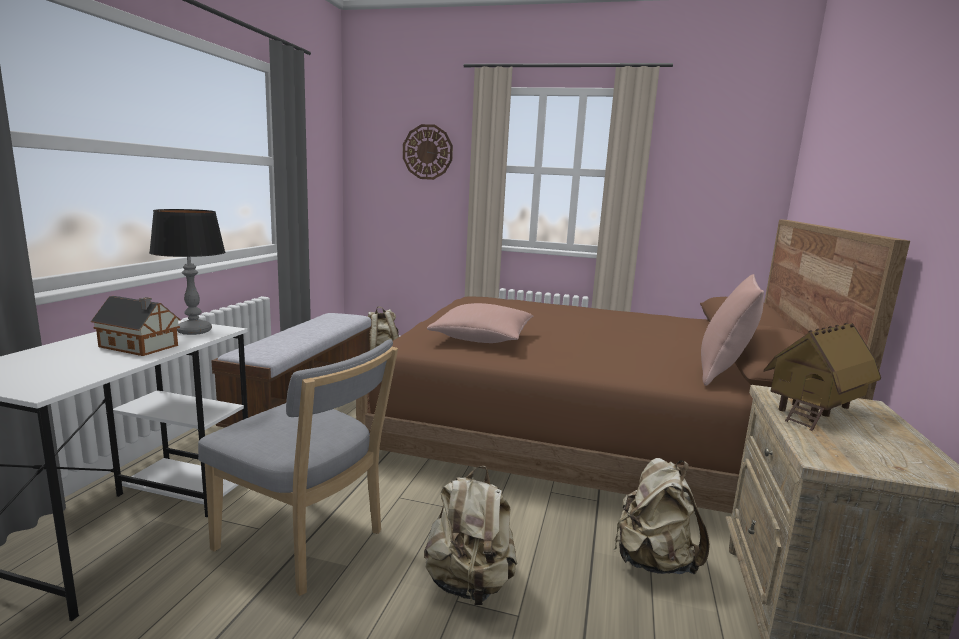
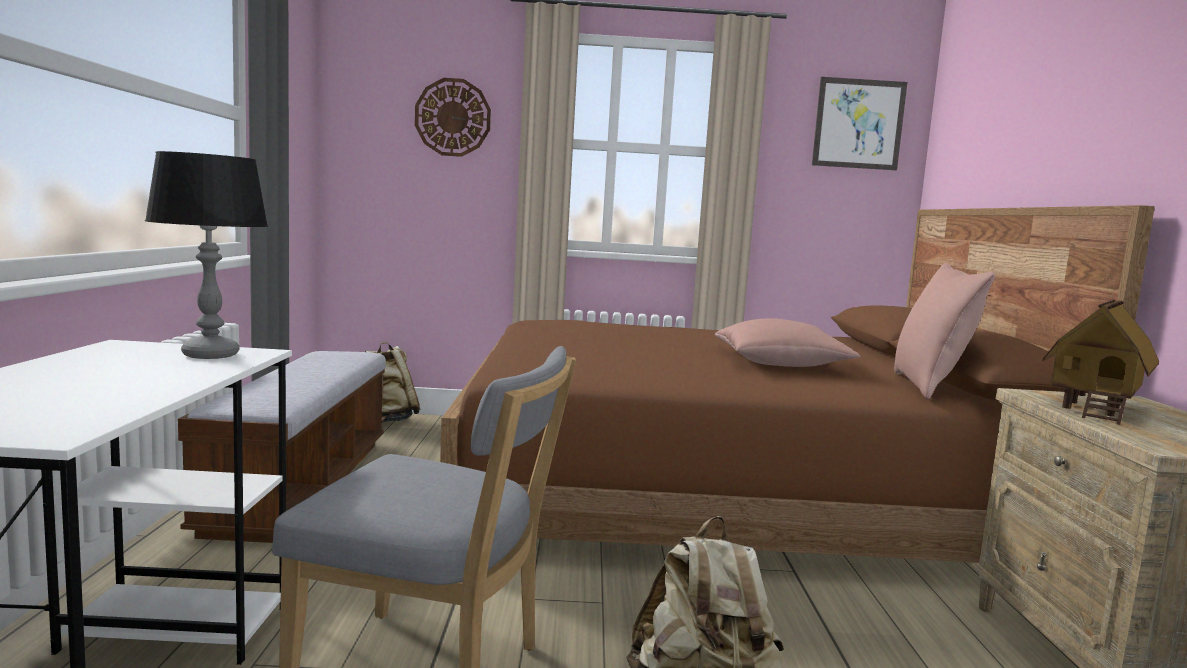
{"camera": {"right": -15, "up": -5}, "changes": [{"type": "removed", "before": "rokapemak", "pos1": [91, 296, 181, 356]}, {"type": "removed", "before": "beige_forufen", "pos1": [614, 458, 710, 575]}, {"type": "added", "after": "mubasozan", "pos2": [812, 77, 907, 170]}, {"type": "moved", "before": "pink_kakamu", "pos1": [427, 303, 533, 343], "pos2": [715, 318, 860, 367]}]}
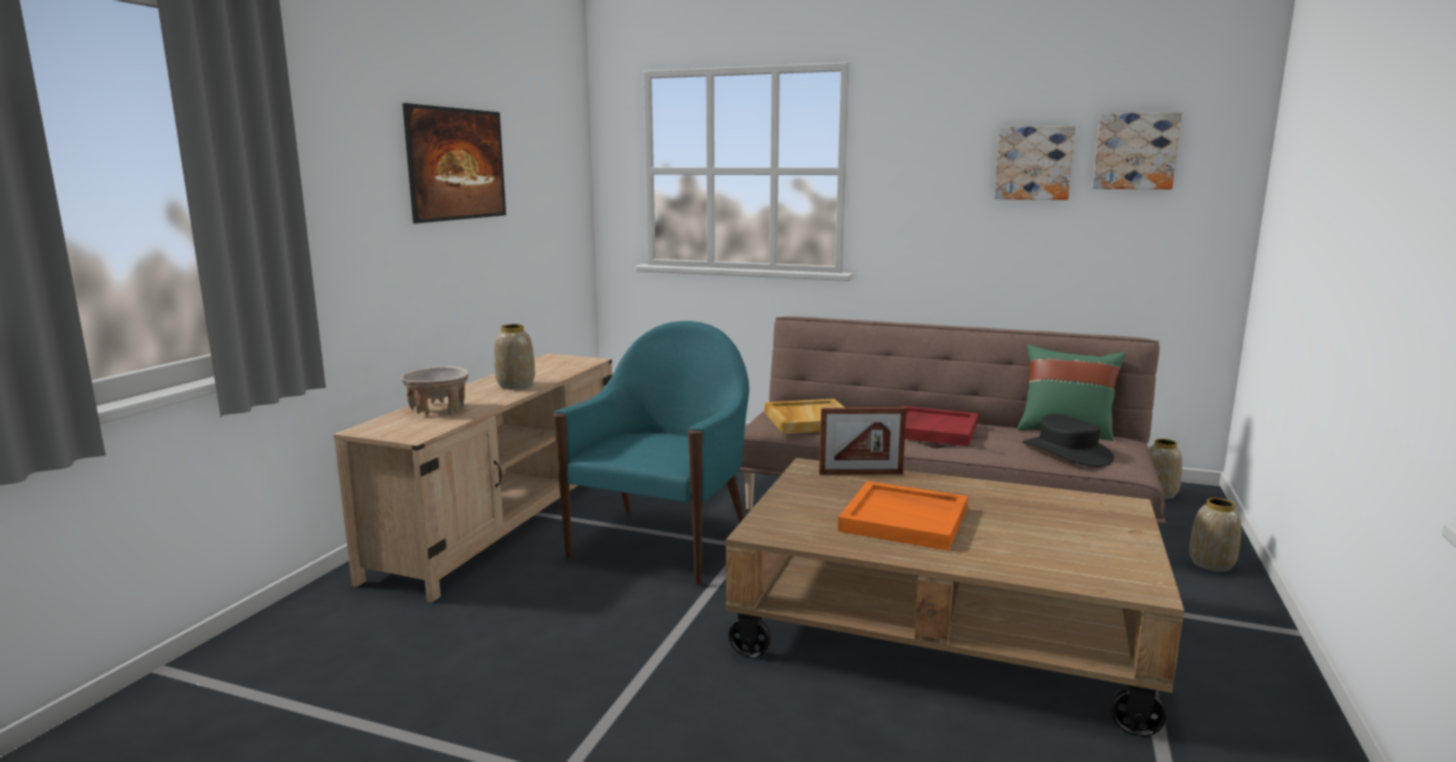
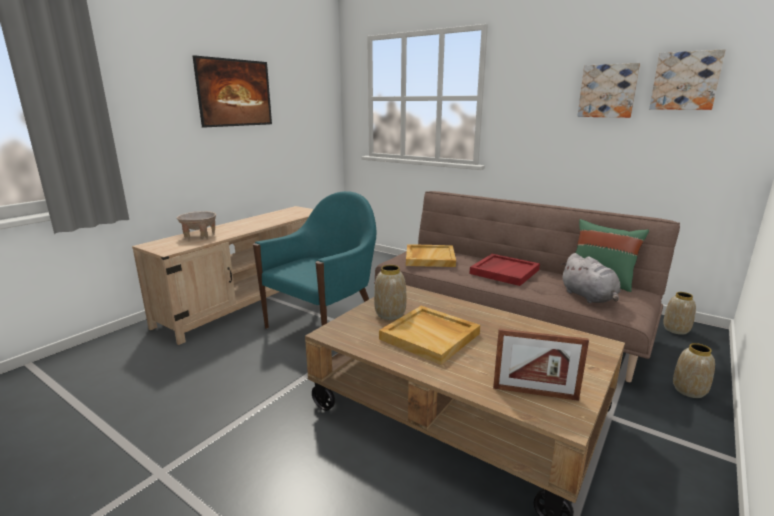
{"camera": {"right": 15, "up": 5}, "changes": [{"type": "moved", "before": "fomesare", "pos1": [494, 324, 535, 389], "pos2": [374, 265, 407, 320]}, {"type": "moved", "before": "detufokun", "pos1": [819, 407, 906, 475], "pos2": [493, 329, 589, 401]}, {"type": "replaced", "before": "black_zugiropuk", "after": "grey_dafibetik", "pos1": [1023, 414, 1114, 467], "pos2": [561, 253, 621, 303]}, {"type": "recoloured", "before": "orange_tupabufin", "after": "beige_tupabufin", "pos1": [838, 481, 968, 551], "pos2": [379, 306, 480, 365]}]}
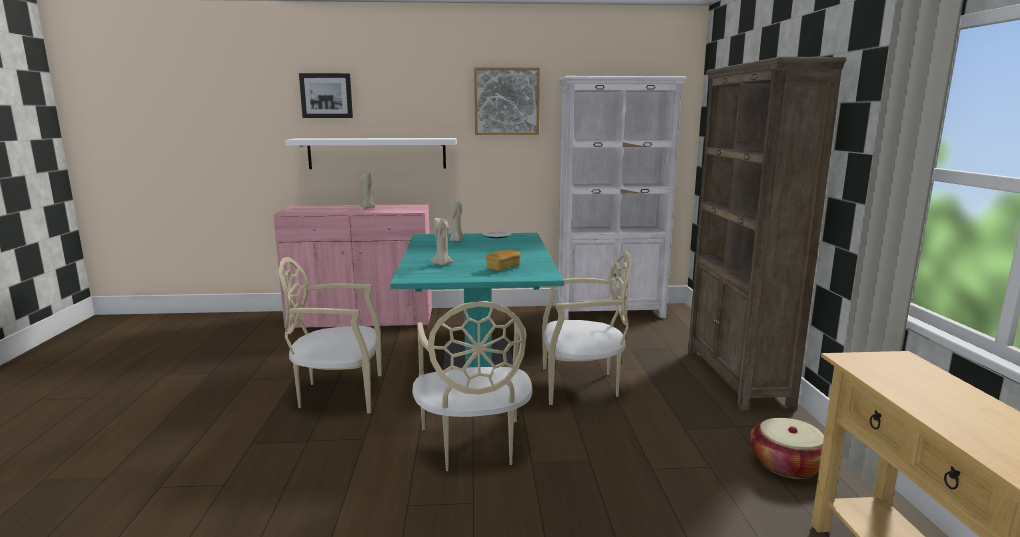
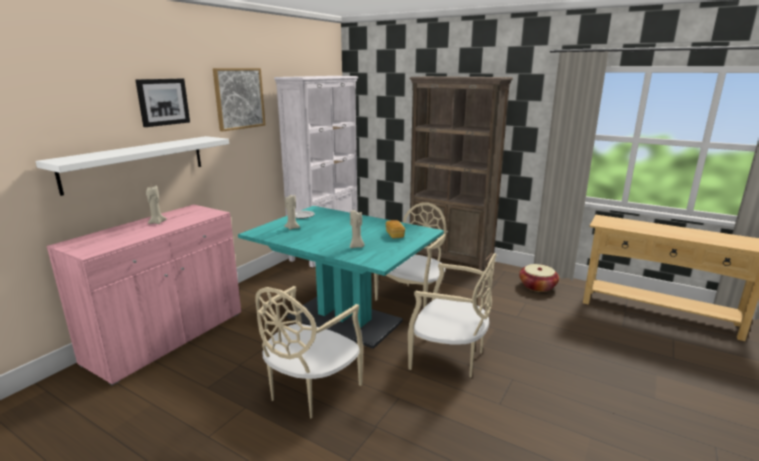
{"camera": {"right": -55, "up": 5}, "changes": [{"type": "moved", "before": "mubasozan", "pos1": [299, 73, 353, 118], "pos2": [135, 79, 190, 127]}]}
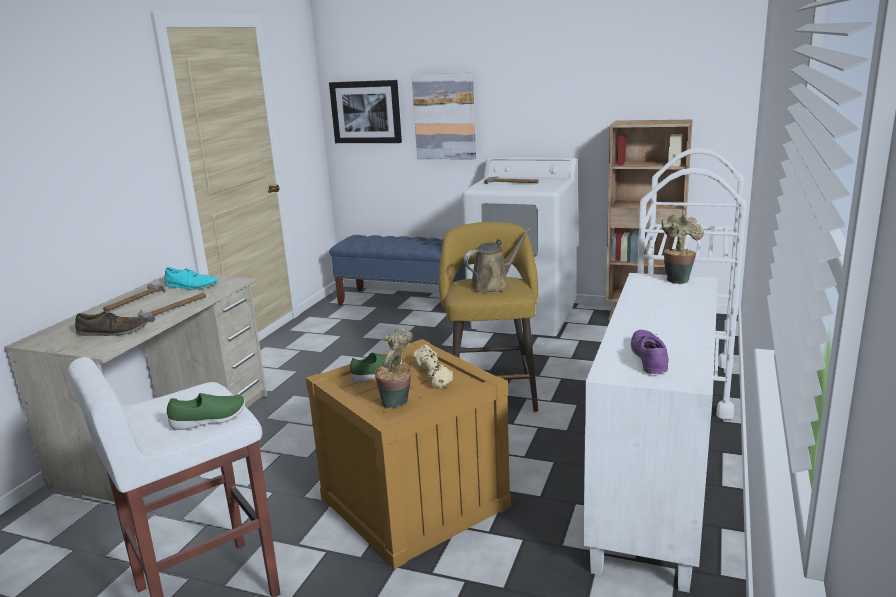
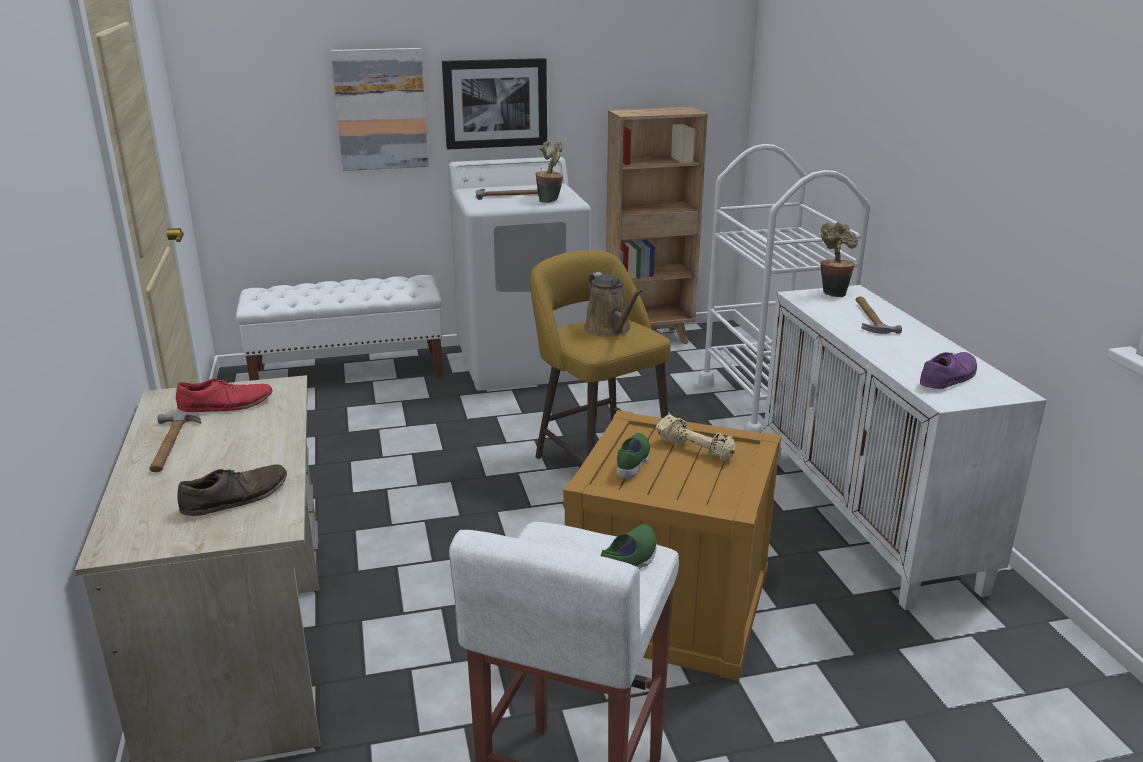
{"camera": {"right": -35, "up": 5}, "changes": [{"type": "moved", "before": "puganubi", "pos1": [138, 293, 206, 322], "pos2": [856, 297, 902, 334]}, {"type": "moved", "before": "mubasozan", "pos1": [329, 80, 402, 143], "pos2": [442, 58, 547, 150]}, {"type": "moved", "before": "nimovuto", "pos1": [375, 328, 413, 408], "pos2": [536, 141, 563, 203]}, {"type": "recoloured", "before": "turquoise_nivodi", "after": "red_nivodi", "pos1": [165, 267, 218, 290], "pos2": [176, 378, 273, 412]}, {"type": "recoloured", "before": "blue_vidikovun", "after": "white_vidikovun", "pos1": [329, 235, 466, 305], "pos2": [236, 275, 443, 381]}, {"type": "turned", "before": "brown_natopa", "pos1": [464, 228, 531, 292], "pos2": [584, 272, 643, 337], "turn": 135}, {"type": "turned", "before": "purple_nivodi", "pos1": [631, 330, 669, 374], "pos2": [920, 352, 977, 389], "turn": 75}]}
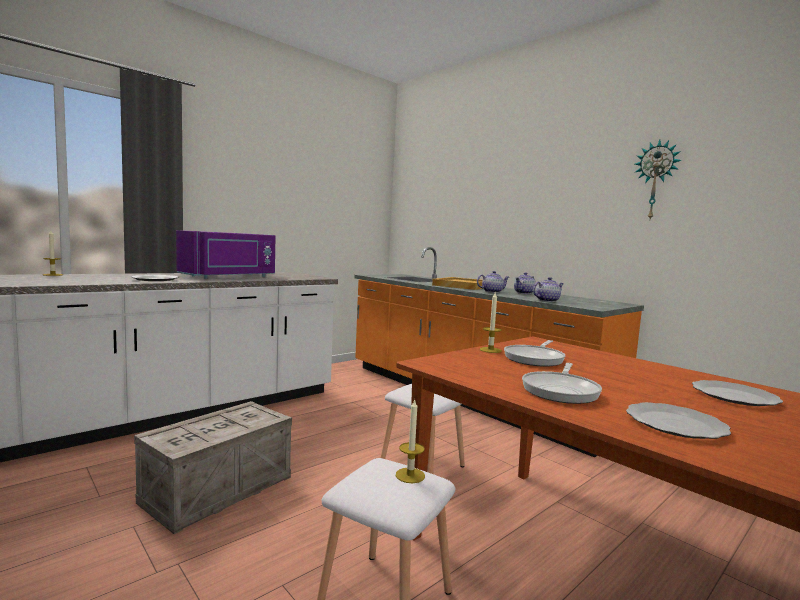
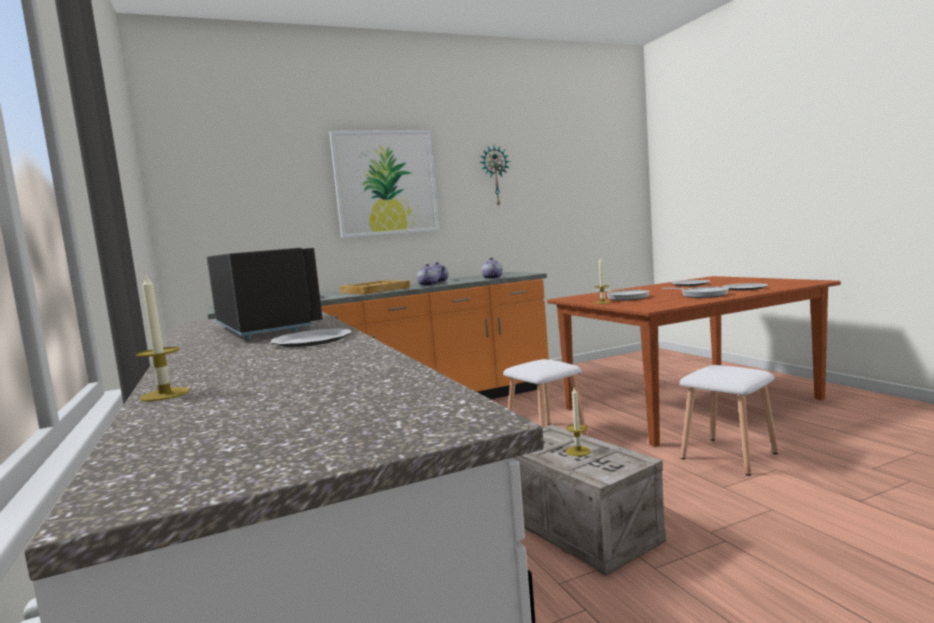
{"camera": {"right": -70, "up": 0}, "changes": [{"type": "added", "after": "mubasozan", "pos2": [329, 130, 440, 238]}, {"type": "moved", "before": "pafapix", "pos1": [396, 398, 425, 483], "pos2": [566, 387, 591, 456]}, {"type": "recoloured", "before": "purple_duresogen", "after": "black_duresogen", "pos1": [176, 230, 275, 279], "pos2": [207, 248, 323, 339]}]}
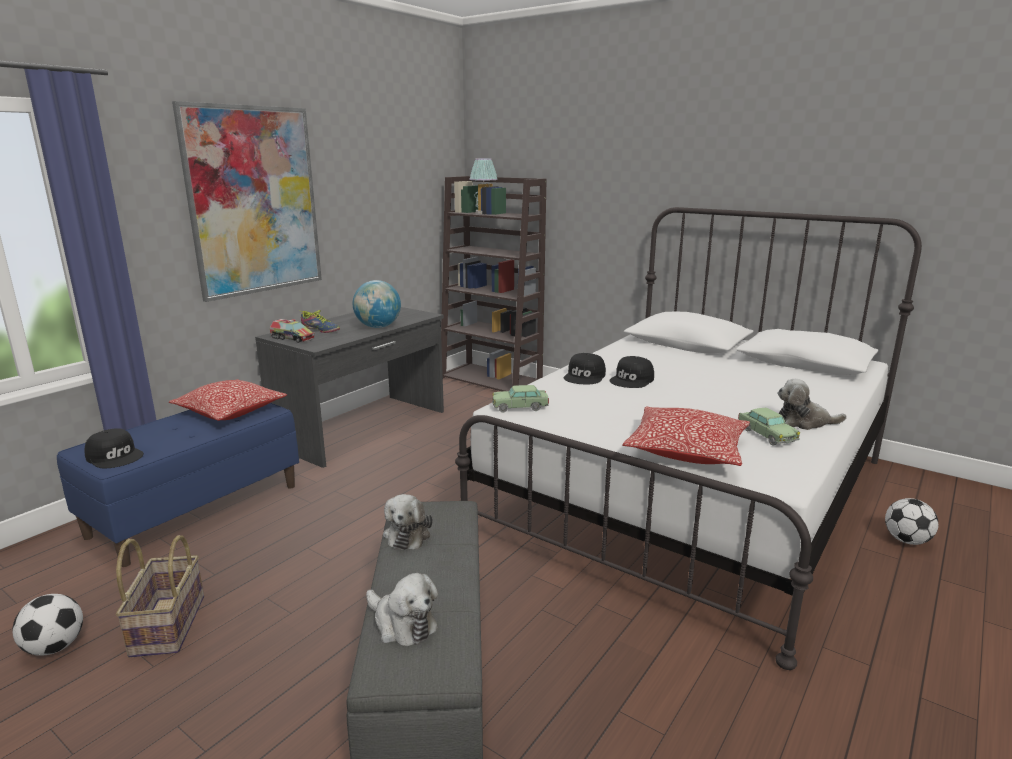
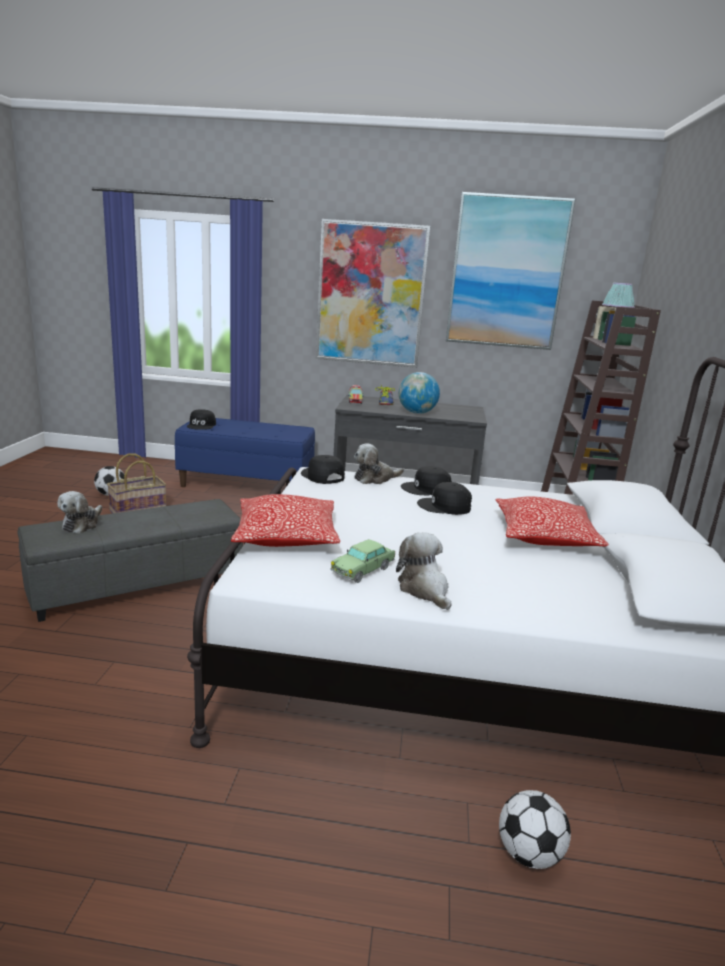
{"camera": {"right": 60, "up": 0}, "changes": [{"type": "added", "after": "mubasozan", "pos2": [446, 192, 576, 350]}, {"type": "moved", "before": "kakamu", "pos1": [169, 379, 287, 421], "pos2": [496, 497, 609, 546]}, {"type": "moved", "before": "dafibetik", "pos1": [383, 494, 433, 550], "pos2": [354, 443, 404, 484]}, {"type": "replaced", "before": "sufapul", "after": "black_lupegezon", "pos1": [492, 385, 549, 412], "pos2": [301, 455, 345, 484]}]}
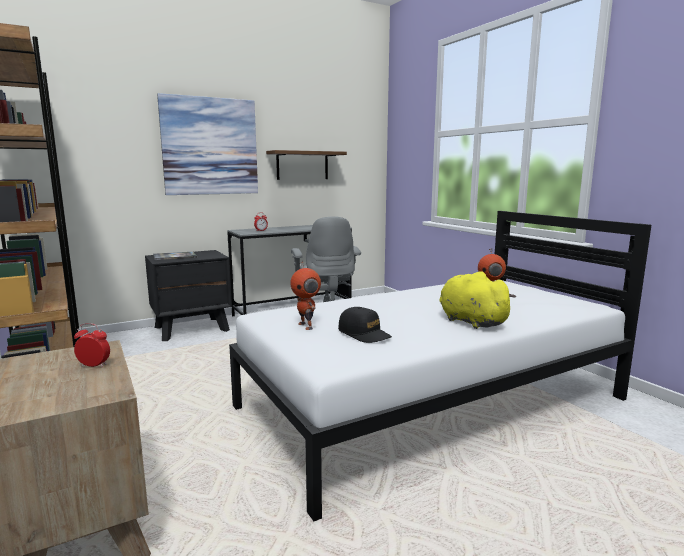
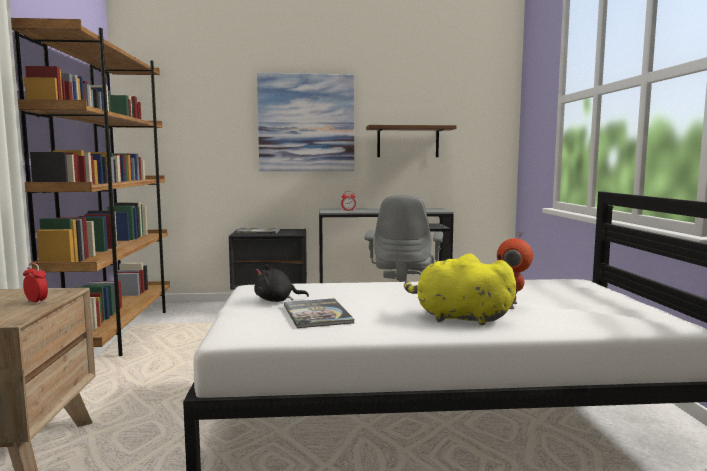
{"camera": {"right": 25, "up": -5}, "changes": [{"type": "replaced", "before": "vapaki", "after": "black_dafibetik", "pos1": [290, 261, 321, 330], "pos2": [254, 265, 309, 302]}, {"type": "replaced", "before": "black_lupegezon", "after": "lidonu", "pos1": [338, 307, 392, 343], "pos2": [284, 298, 355, 328]}, {"type": "turned", "before": "yellow_dafibetik", "pos1": [440, 271, 516, 329], "pos2": [404, 254, 516, 325], "turn": -60}]}
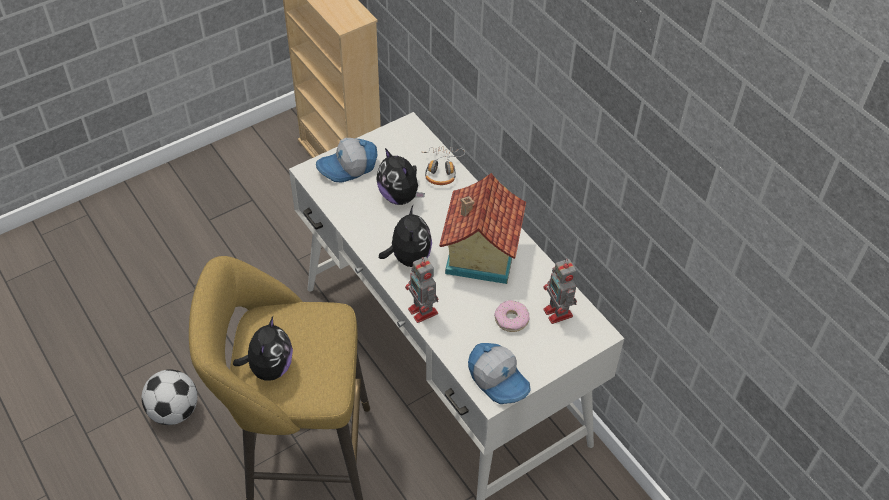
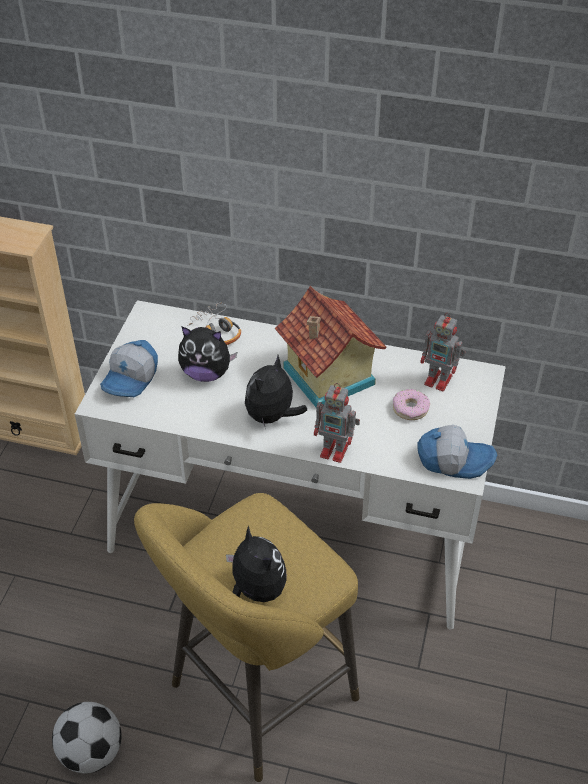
{"camera": {"right": -40, "up": -5}, "changes": [{"type": "turned", "before": "dafibetik", "pos1": [379, 205, 432, 267], "pos2": [245, 355, 307, 429], "turn": -105}]}
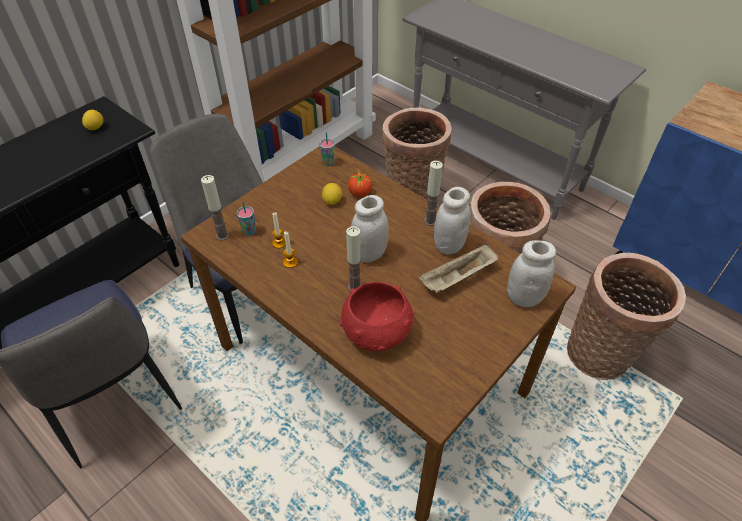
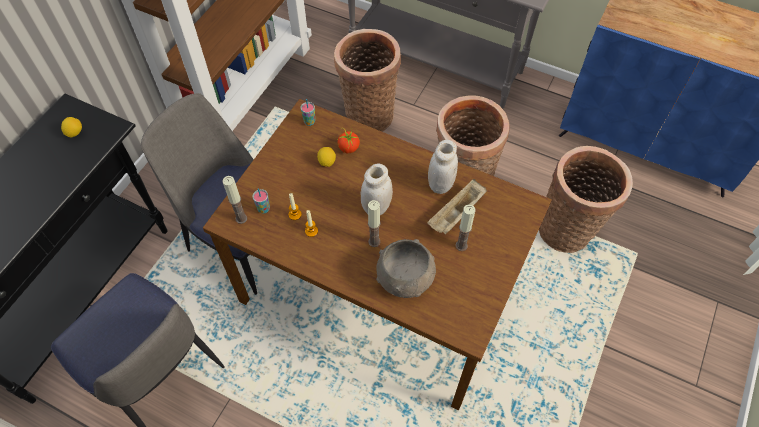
{"camera": {"right": -15, "up": 10}, "changes": [{"type": "removed", "before": "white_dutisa", "pos1": [507, 240, 556, 307]}, {"type": "moved", "before": "pafapix", "pos1": [424, 161, 443, 226], "pos2": [456, 205, 476, 251]}, {"type": "recoloured", "before": "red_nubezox", "after": "grey_nubezox", "pos1": [340, 282, 414, 351], "pos2": [376, 239, 436, 298]}]}
